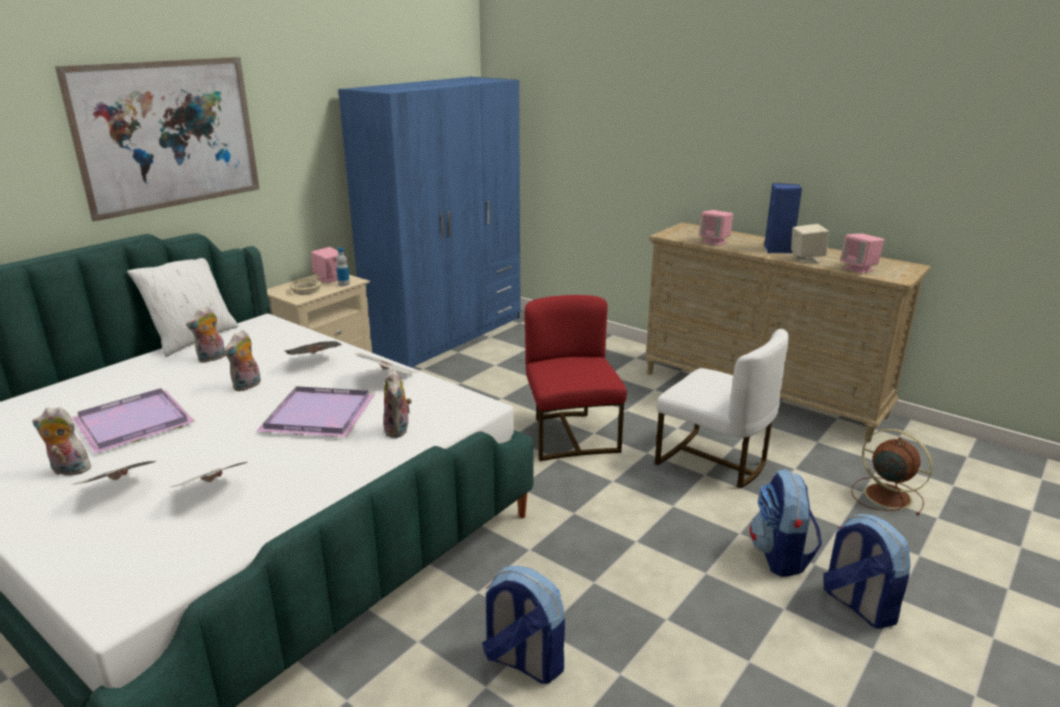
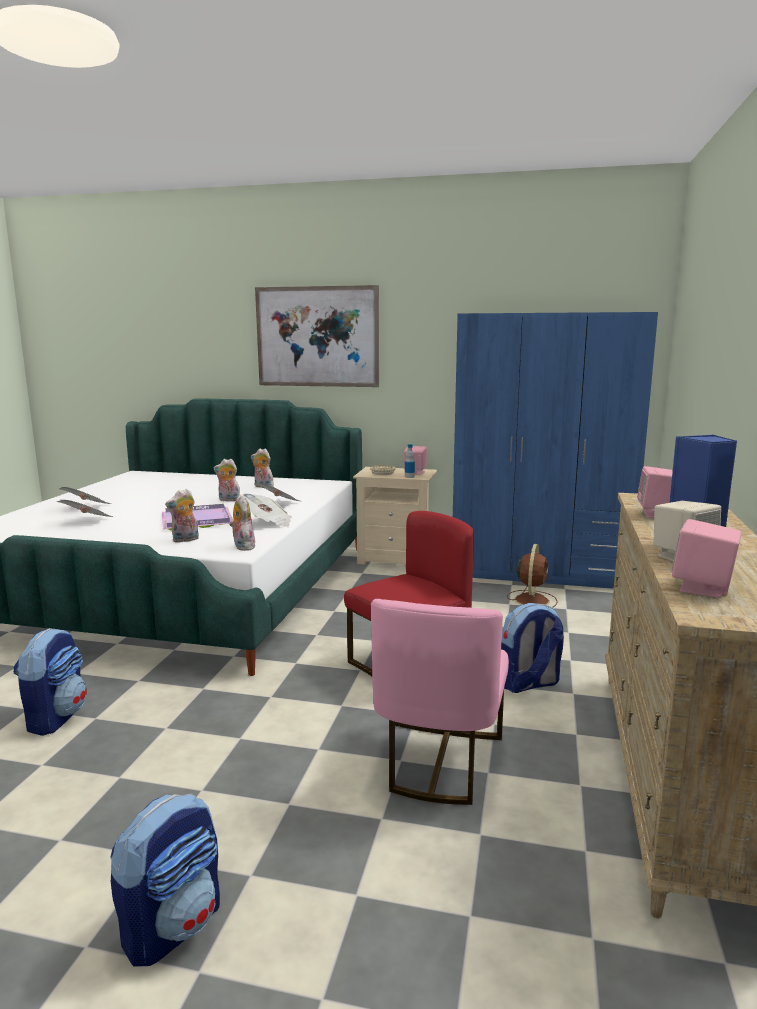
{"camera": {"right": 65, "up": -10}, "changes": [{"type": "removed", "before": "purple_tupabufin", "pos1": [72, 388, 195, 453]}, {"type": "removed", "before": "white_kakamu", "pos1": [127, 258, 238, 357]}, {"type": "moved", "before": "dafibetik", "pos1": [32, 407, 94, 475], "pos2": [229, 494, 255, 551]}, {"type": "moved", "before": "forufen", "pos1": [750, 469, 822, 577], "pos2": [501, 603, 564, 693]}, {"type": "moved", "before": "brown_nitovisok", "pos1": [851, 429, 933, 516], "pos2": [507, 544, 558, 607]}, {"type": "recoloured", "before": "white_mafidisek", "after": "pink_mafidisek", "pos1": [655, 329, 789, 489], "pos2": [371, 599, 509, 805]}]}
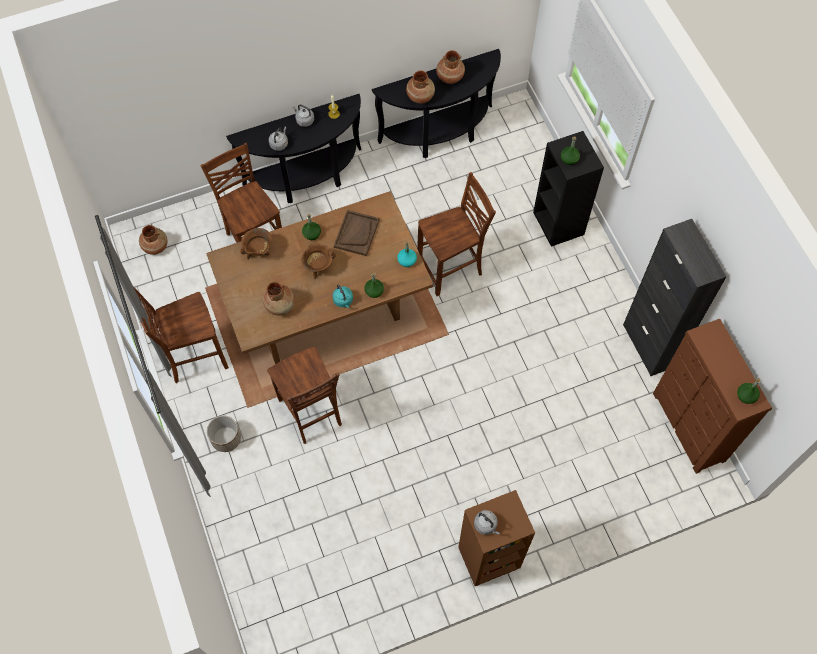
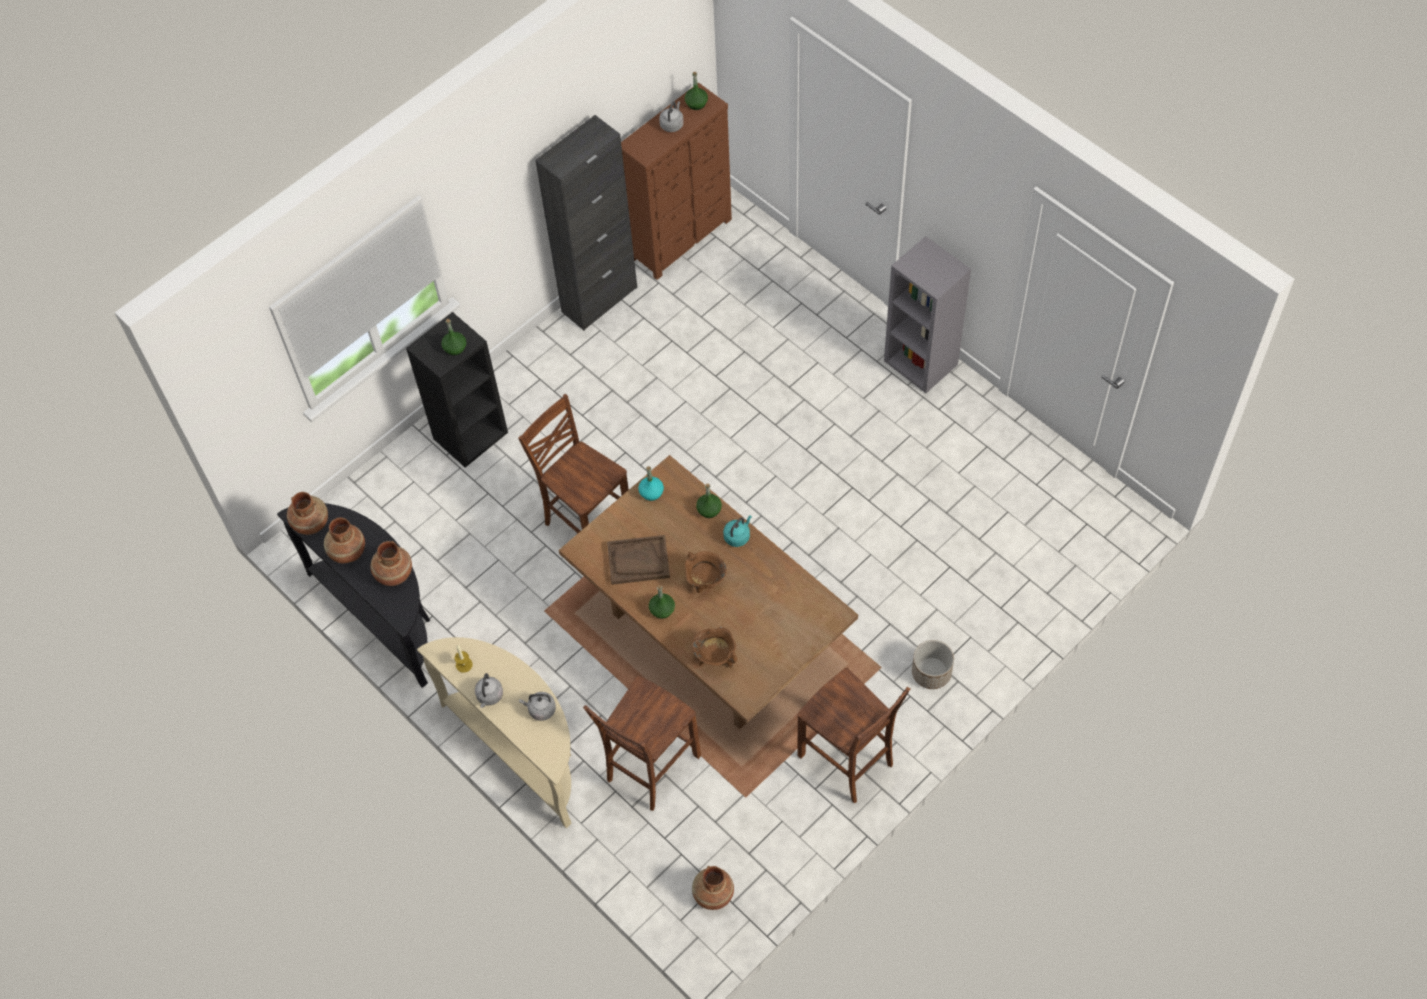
{"camera": {"right": -110, "up": -5}, "changes": [{"type": "removed", "before": "brown_mafidisek", "pos1": [267, 346, 342, 444]}, {"type": "moved", "before": "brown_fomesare", "pos1": [263, 282, 295, 316], "pos2": [287, 492, 328, 535]}, {"type": "moved", "before": "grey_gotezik", "pos1": [474, 510, 499, 535], "pos2": [659, 101, 684, 132]}, {"type": "recoloured", "before": "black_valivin", "after": "beige_valivin", "pos1": [226, 94, 361, 203], "pos2": [417, 637, 572, 828]}, {"type": "recoloured", "before": "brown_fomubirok", "after": "grey_fomubirok", "pos1": [458, 490, 535, 586], "pos2": [884, 236, 971, 393]}]}
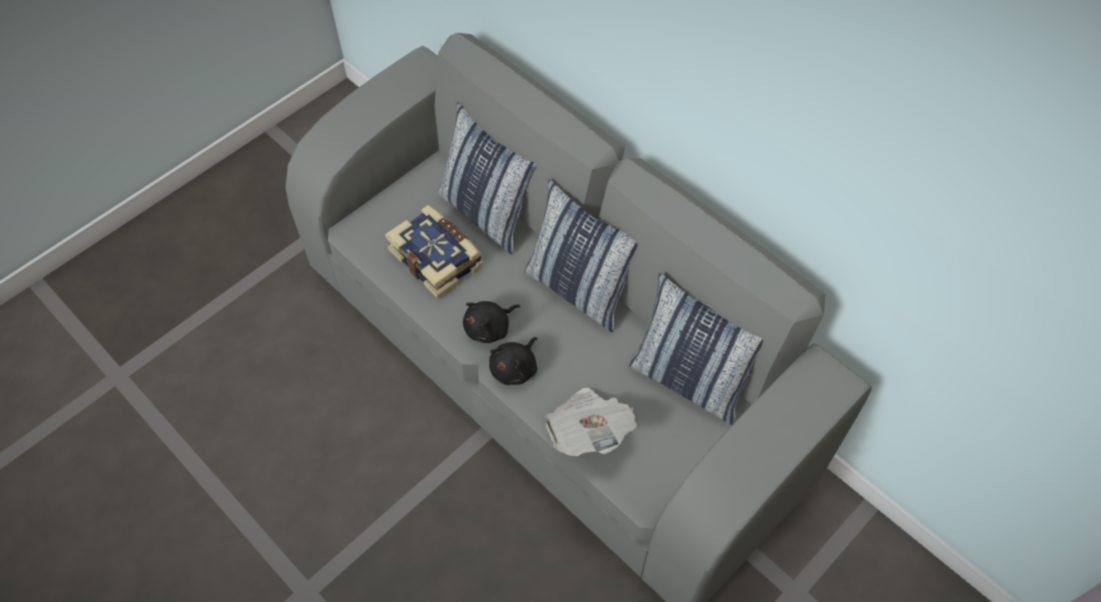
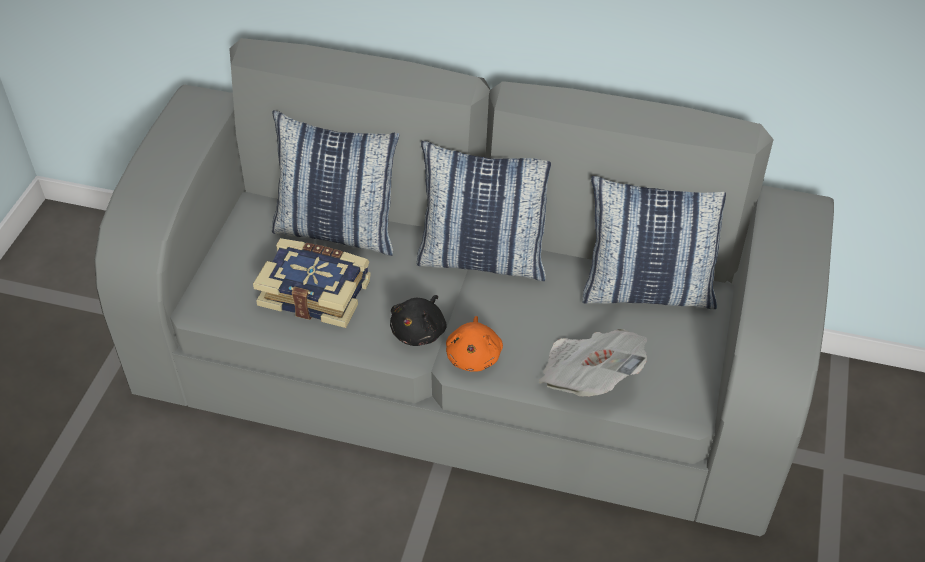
{"camera": {"right": -30, "up": -10}, "changes": [{"type": "recoloured", "before": "black_dafibetik", "after": "orange_dafibetik", "pos1": [489, 337, 537, 385], "pos2": [446, 316, 503, 372]}]}
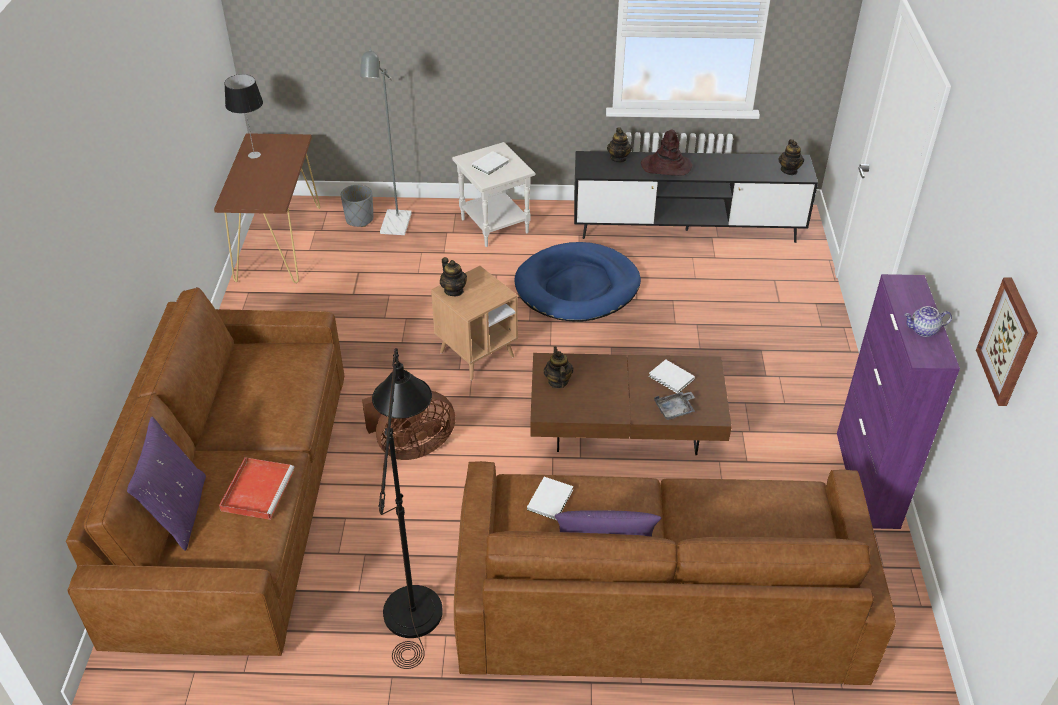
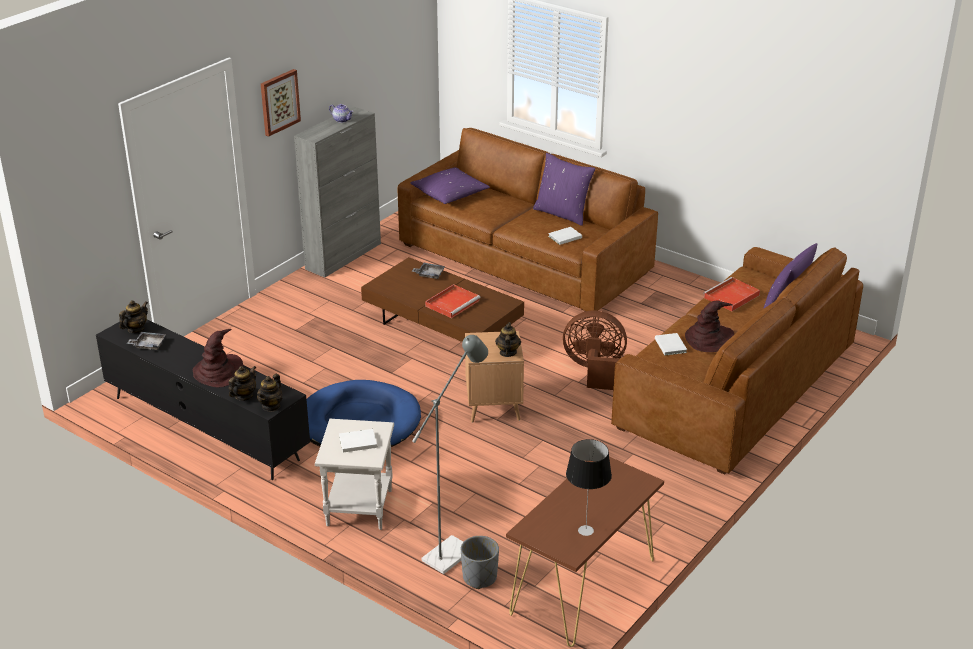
{"camera": {"right": -145, "up": -10}, "changes": [{"type": "removed", "before": "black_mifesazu", "pos1": [372, 348, 443, 669]}, {"type": "added", "after": "grey_tupabufin", "pos2": [127, 332, 166, 350]}, {"type": "added", "after": "purple_kakamu", "pos2": [410, 167, 490, 204]}, {"type": "added", "after": "red_tupabufin", "pos2": [425, 284, 480, 318]}, {"type": "added", "after": "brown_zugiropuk", "pos2": [685, 300, 734, 352]}, {"type": "moved", "before": "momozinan", "pos1": [544, 346, 574, 388], "pos2": [257, 374, 283, 412]}, {"type": "moved", "before": "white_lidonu", "pos1": [649, 359, 695, 393], "pos2": [655, 333, 687, 355]}, {"type": "moved", "before": "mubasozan", "pos1": [976, 277, 1038, 406], "pos2": [261, 69, 301, 137]}, {"type": "recoloured", "before": "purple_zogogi", "after": "grey_zogogi", "pos1": [837, 274, 960, 529], "pos2": [294, 107, 381, 278]}]}
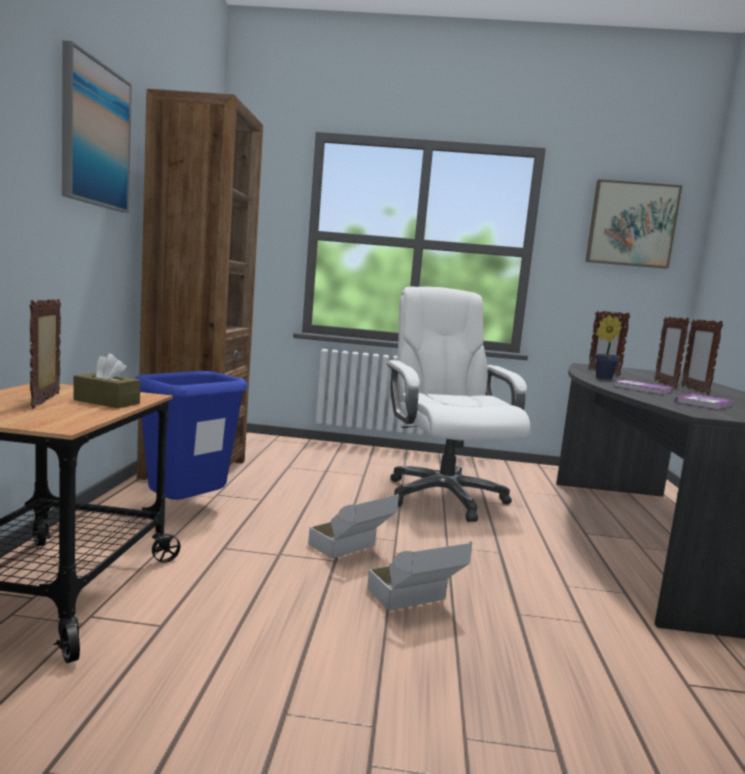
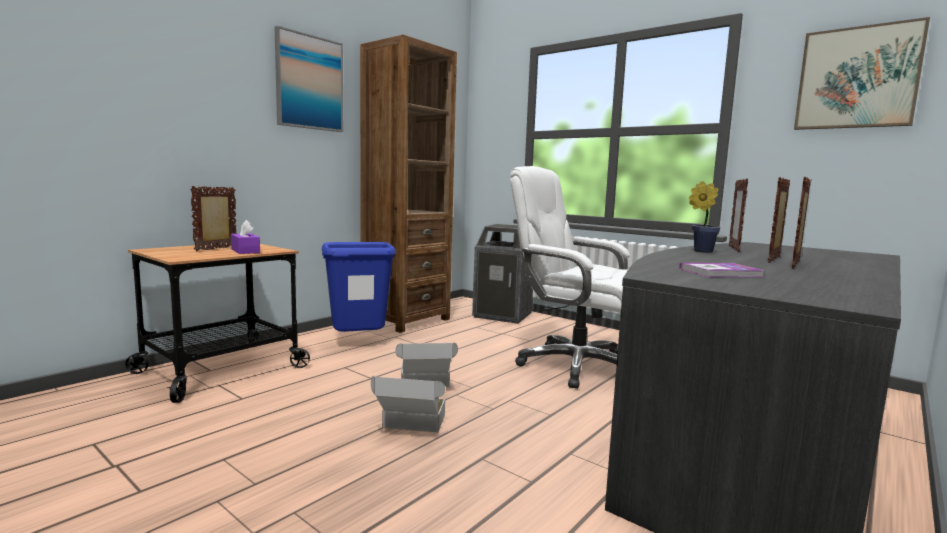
{"camera": {"right": 35, "up": 0}, "changes": [{"type": "removed", "before": "lidonu", "pos1": [614, 380, 673, 395]}, {"type": "added", "after": "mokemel", "pos2": [472, 224, 534, 324]}, {"type": "recoloured", "before": "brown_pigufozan", "after": "purple_pigufozan", "pos1": [73, 353, 141, 408], "pos2": [231, 220, 260, 254]}, {"type": "turned", "before": "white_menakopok", "pos1": [387, 287, 530, 522], "pos2": [510, 166, 630, 389], "turn": -75}]}
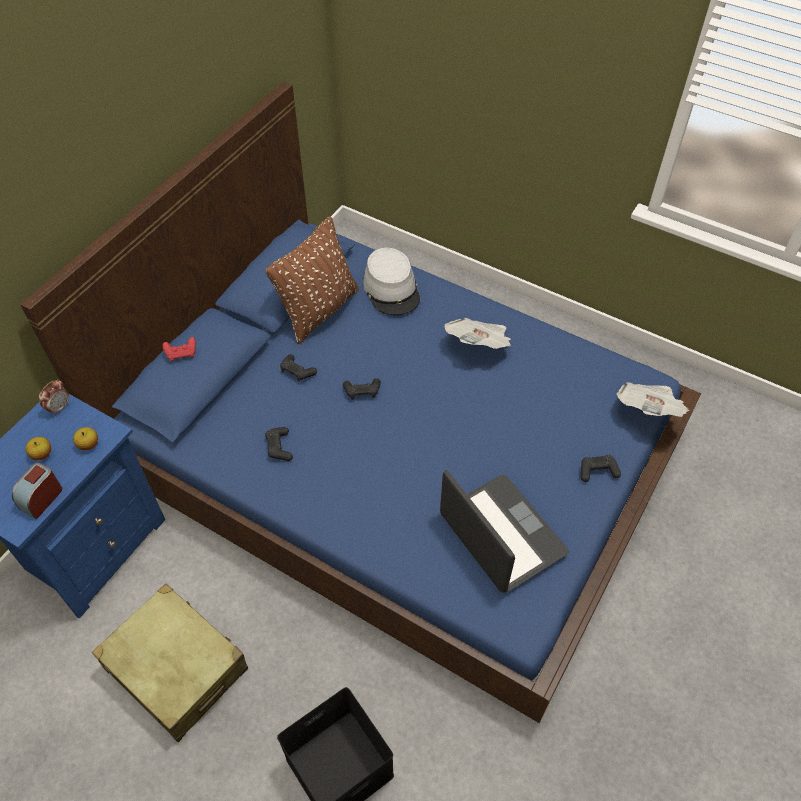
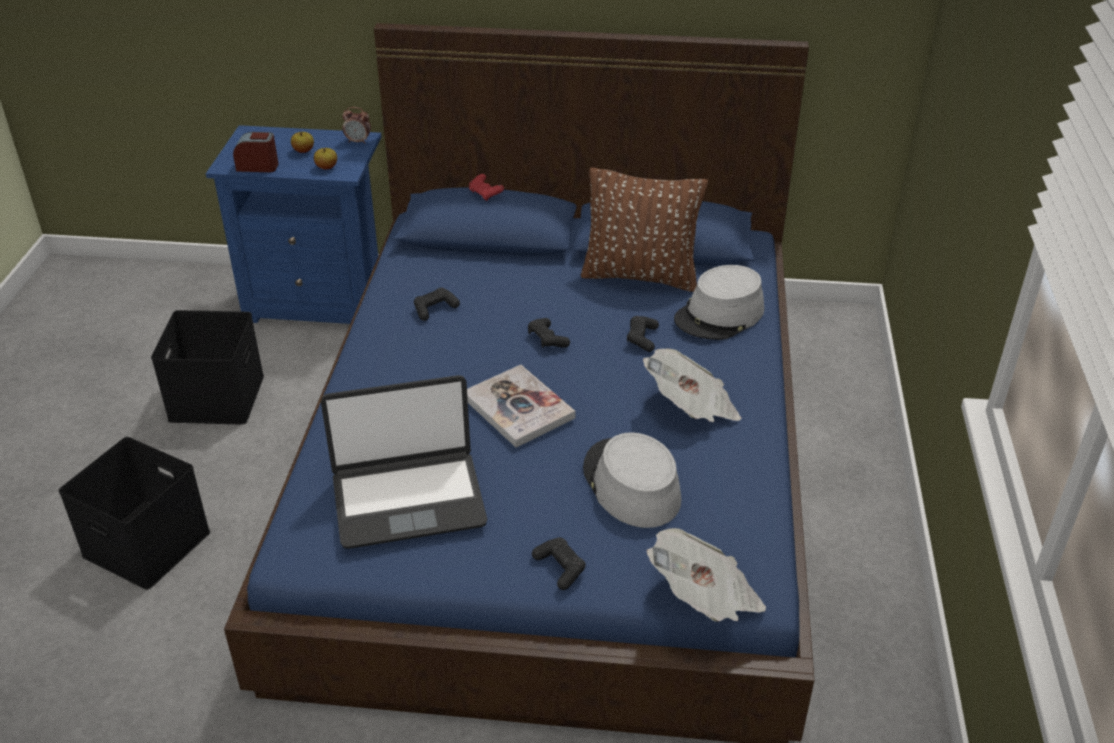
{"camera": {"right": 65, "up": -15}, "changes": [{"type": "added", "after": "lidonu", "pos2": [467, 365, 575, 448]}, {"type": "added", "after": "grey_zugiropuk", "pos2": [583, 432, 682, 528]}, {"type": "moved", "before": "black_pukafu", "pos1": [280, 354, 317, 382], "pos2": [627, 316, 659, 352]}, {"type": "replaced", "before": "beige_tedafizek", "after": "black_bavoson", "pos1": [91, 584, 248, 742], "pos2": [151, 310, 264, 425]}, {"type": "turned", "before": "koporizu", "pos1": [440, 470, 569, 593], "pos2": [321, 375, 487, 549], "turn": 45}]}
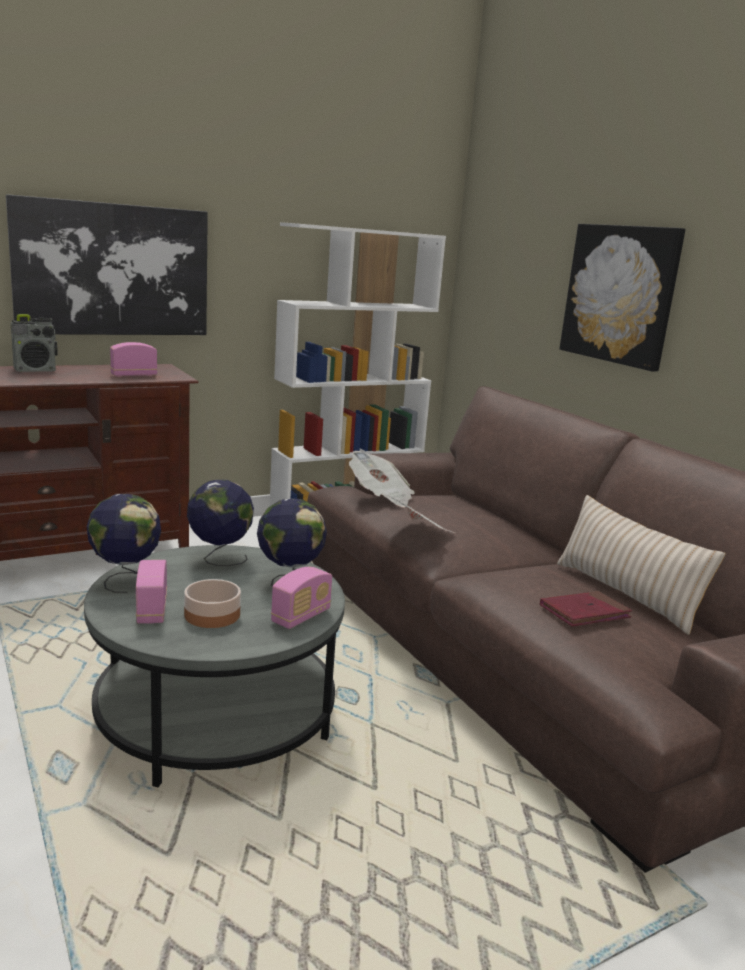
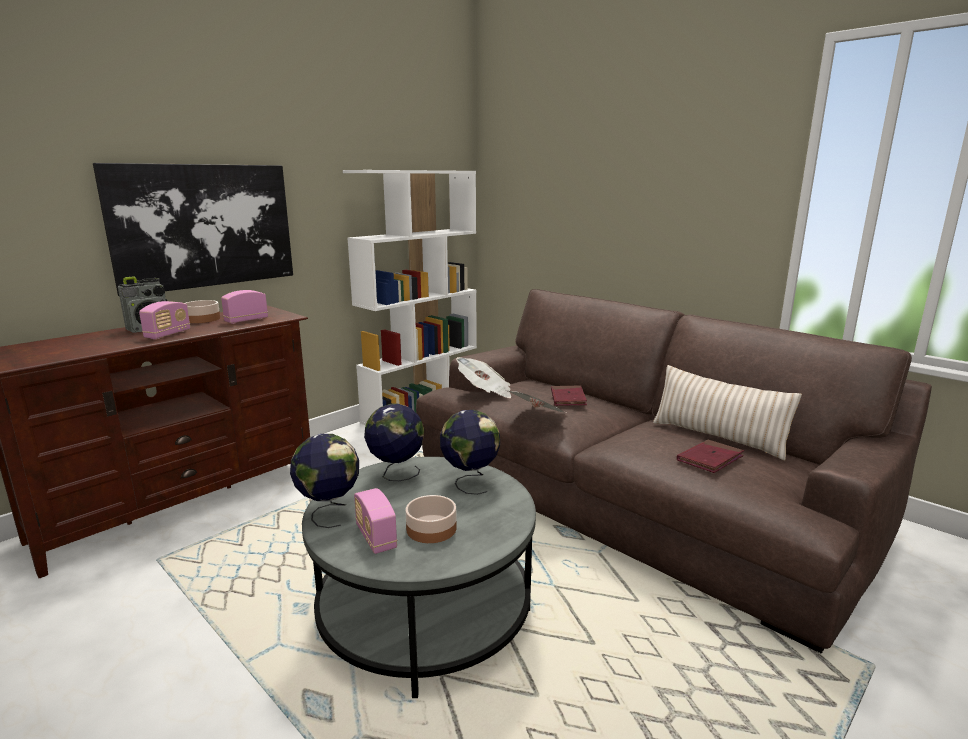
{"camera": {"right": -15, "up": 0}, "changes": [{"type": "removed", "before": "mubasozan", "pos1": [560, 224, 685, 371]}, {"type": "added", "after": "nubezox", "pos2": [185, 300, 220, 323]}, {"type": "added", "after": "red_lidonu", "pos2": [551, 386, 587, 406]}, {"type": "moved", "before": "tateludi", "pos1": [271, 567, 332, 629], "pos2": [139, 301, 190, 339]}]}
